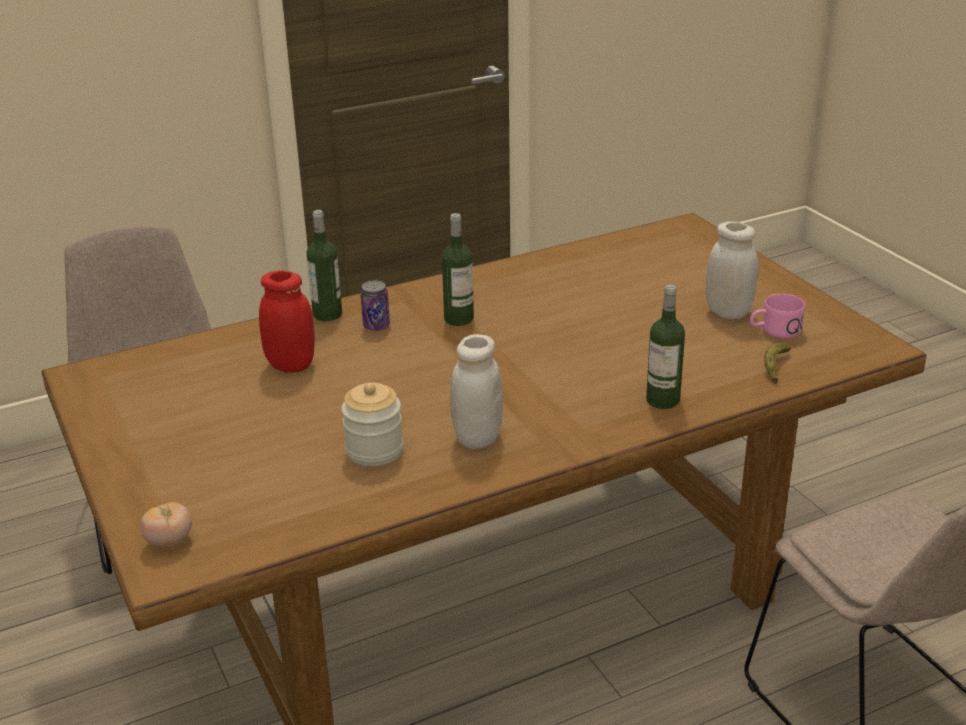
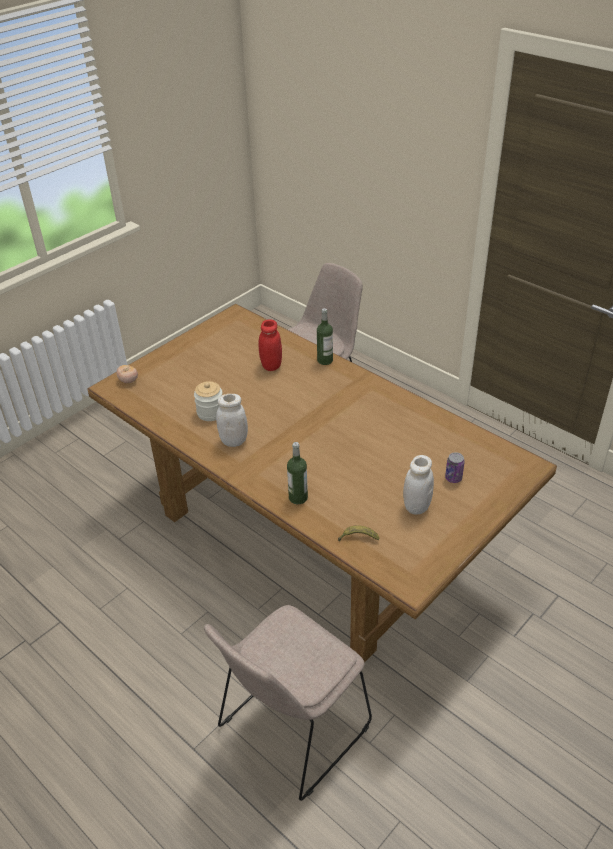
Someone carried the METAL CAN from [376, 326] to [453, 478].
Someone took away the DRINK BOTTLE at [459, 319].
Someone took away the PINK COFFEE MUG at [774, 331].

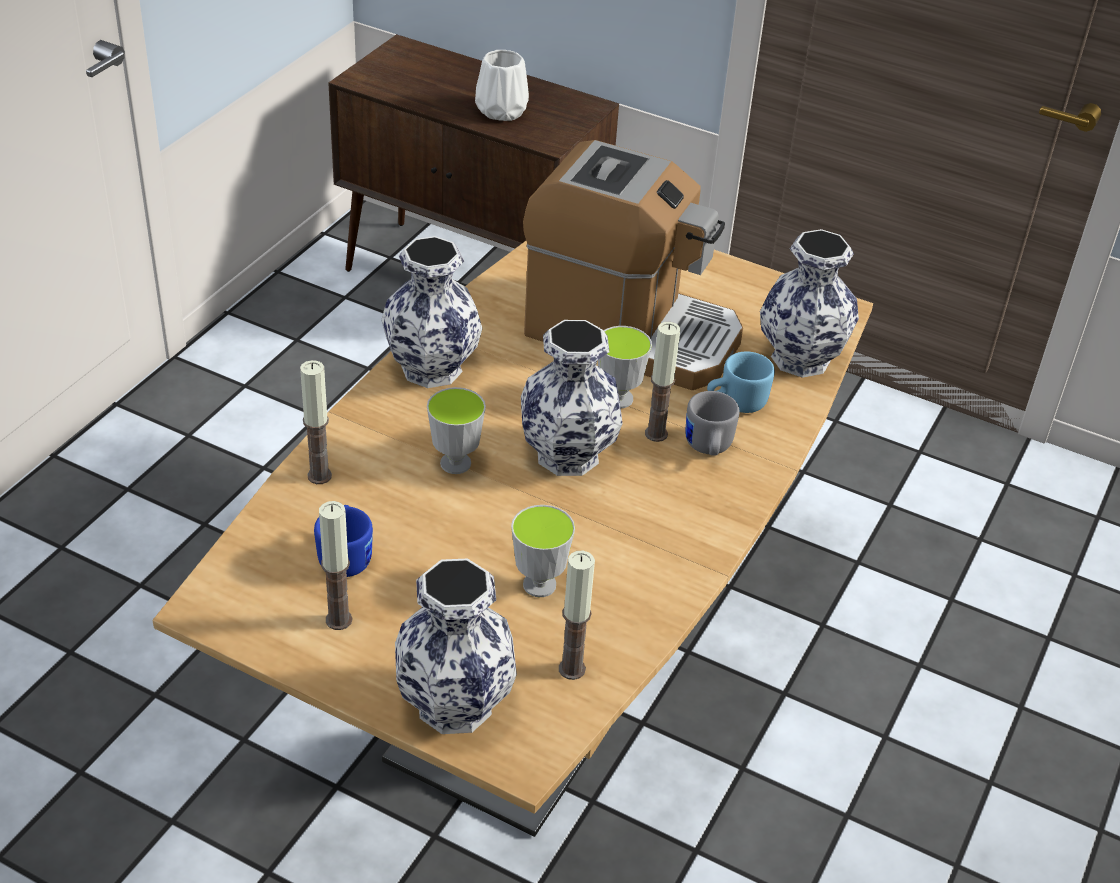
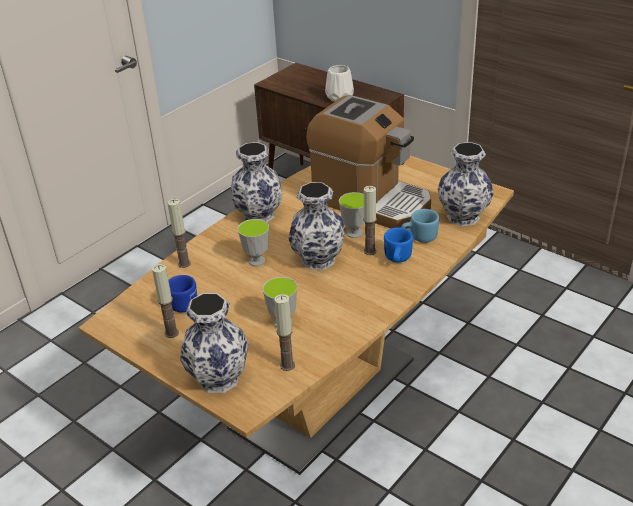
Someone repainted the GREYISH COFFEE MUG at [708, 448], which became the BLUE-COLOURED COFFEE MUG at [397, 259].

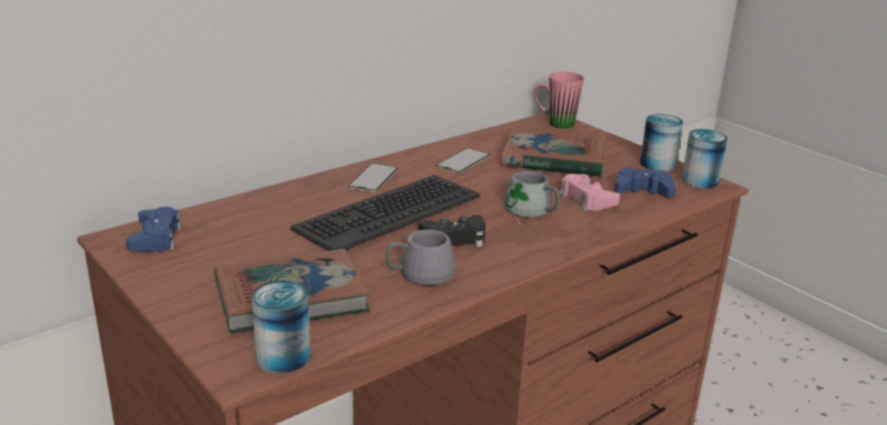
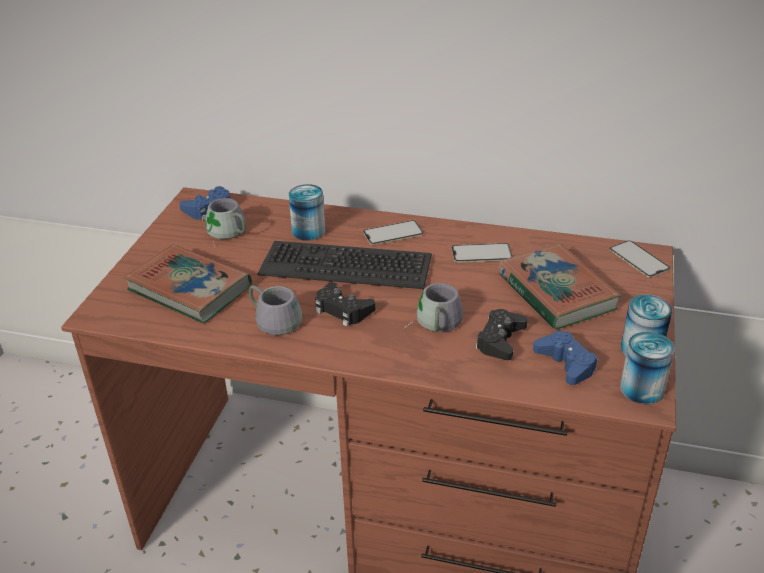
Someone carried the METAL CAN from [283, 356] to [308, 231].
Someone swapped the PINK COFFEE MUG at [554, 123] for the PHONE at [639, 259].
Someone repainted the PINK GAMEPAD at [586, 199], which became the BLACK-COLOURED GAMEPAD at [500, 340].
Someone put down the GREYISH COFFEE MUG at [226, 233].

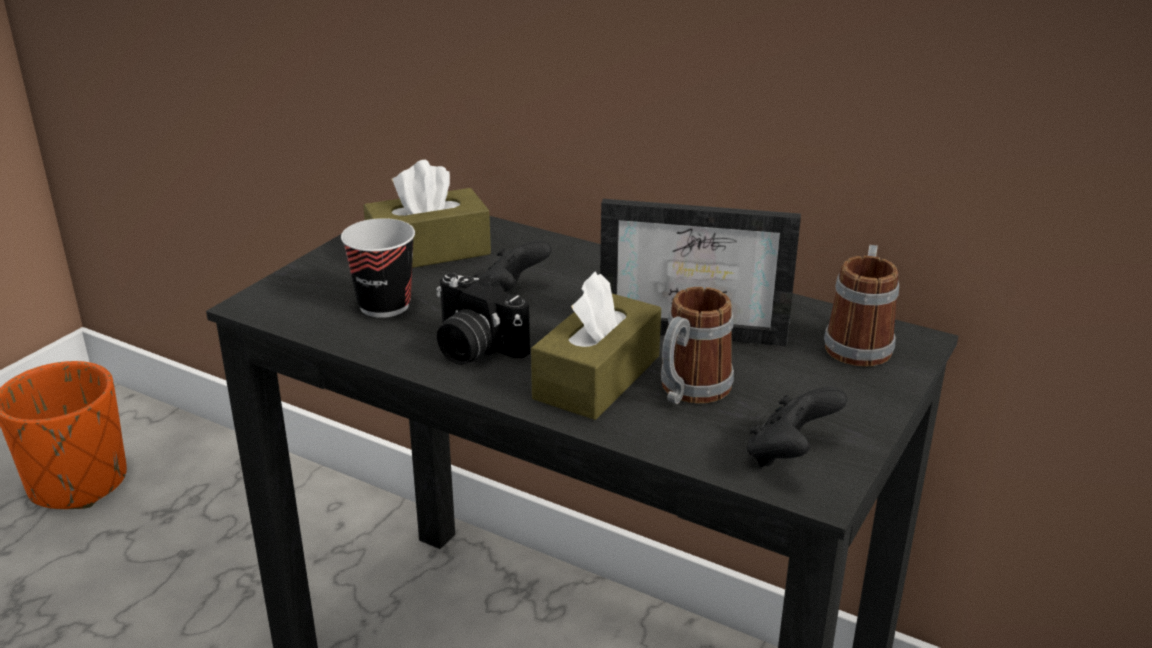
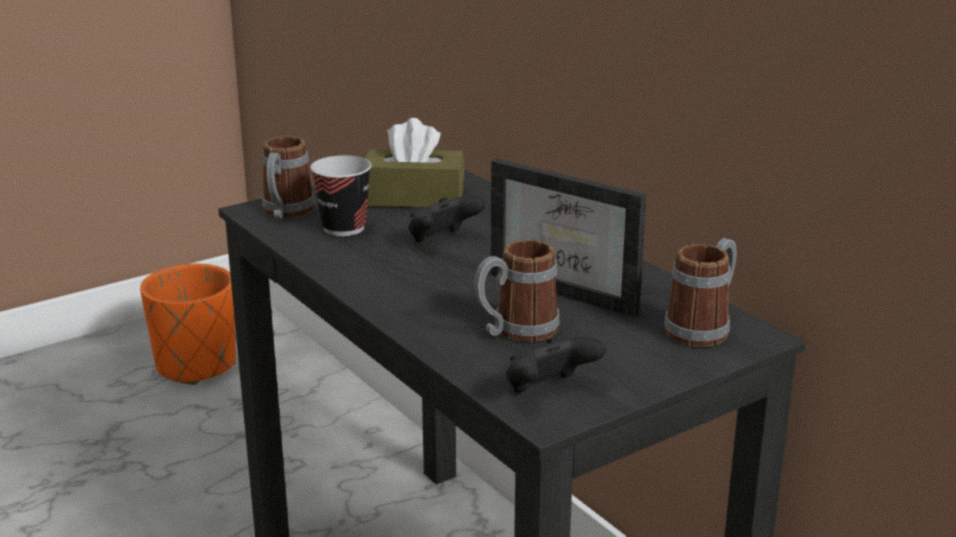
Someone took away the PHOTO CAMERA at [473, 348].
Someone took away the BROWN BOX OF TISSUES at [597, 377].
Someone put down the COFFEE MUG at [285, 213].

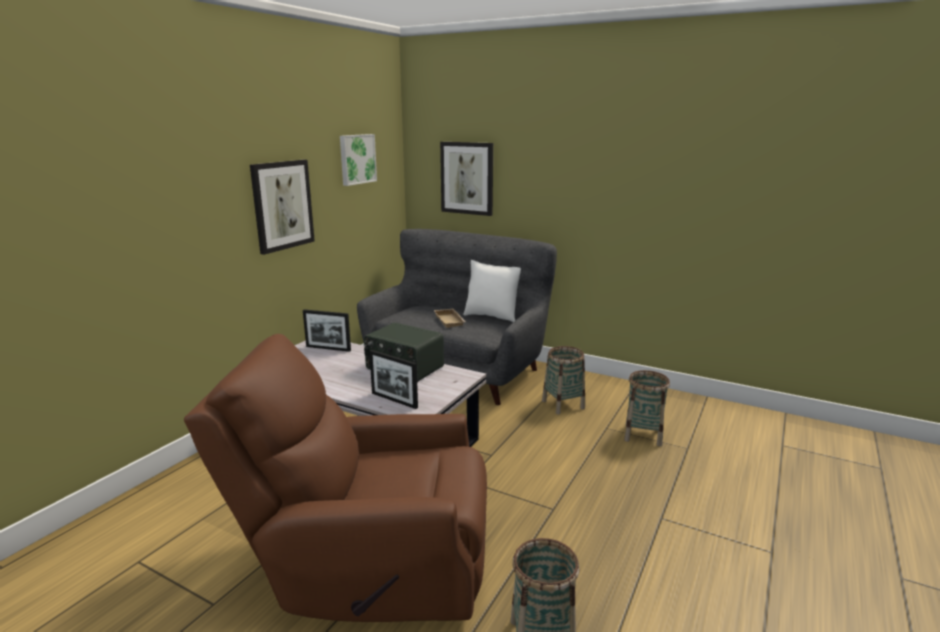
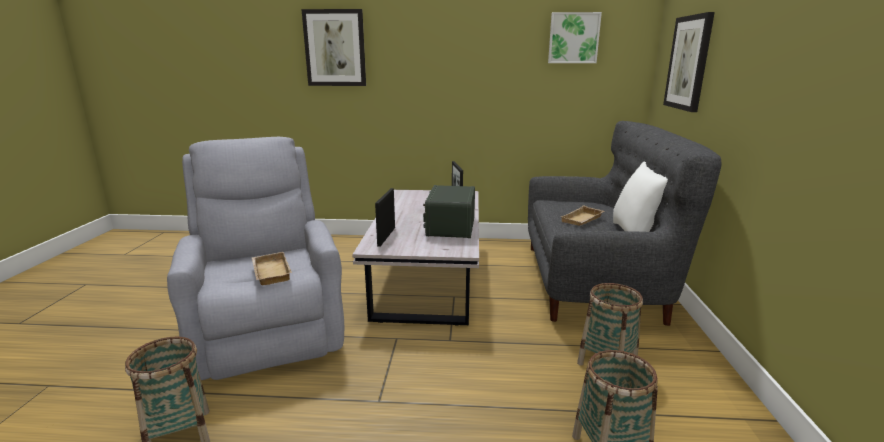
Someone repainted the BROWN ARMCHAIR at [367, 563], which became the GREYISH ARMCHAIR at [267, 324].
Someone carried the WALL PICTURE from [282, 205] to [335, 48].
Someone put down the BEIGE TRAY at [269, 272].

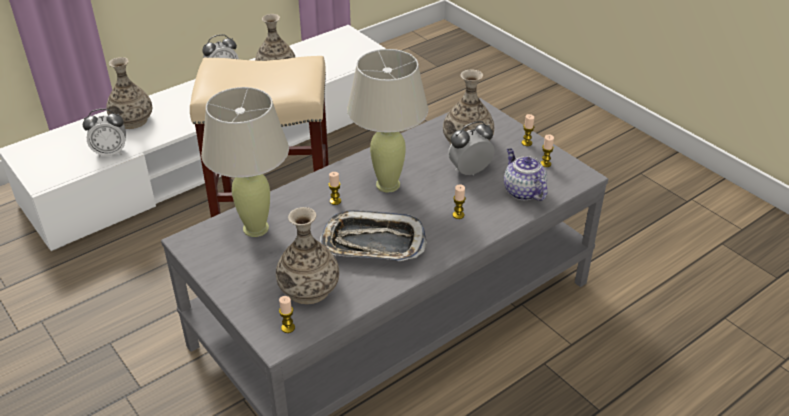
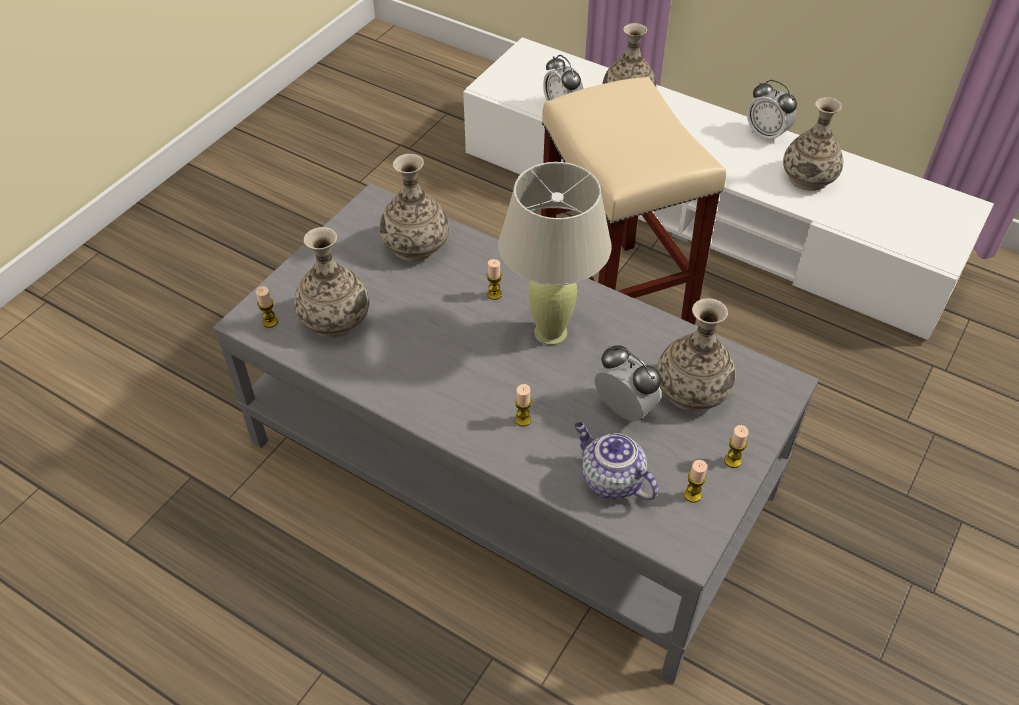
Someone swapped the BEIGE LAMP FOR A TABLE at [255, 228] for the FLOWER VASE at [415, 244].
Someone took away the TRAY at [373, 243].
Someone rotated the TEAPOT at [522, 191] by 90 degrees counterclockwise.

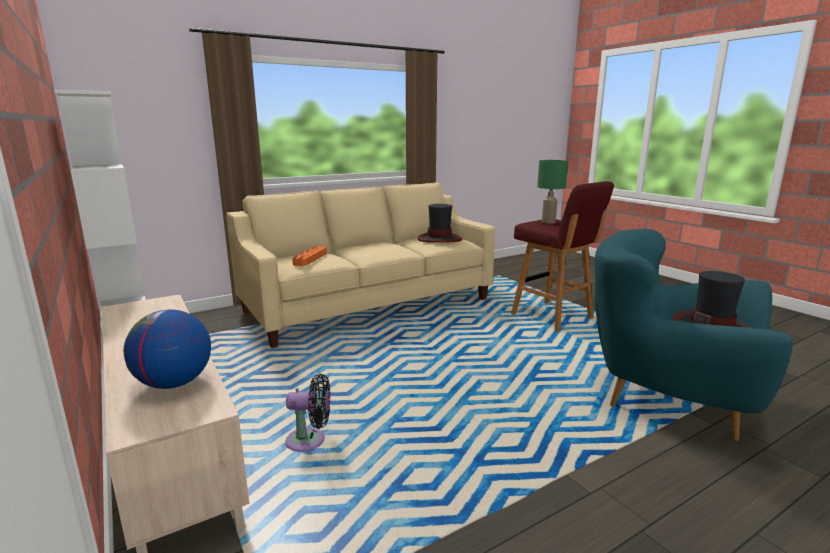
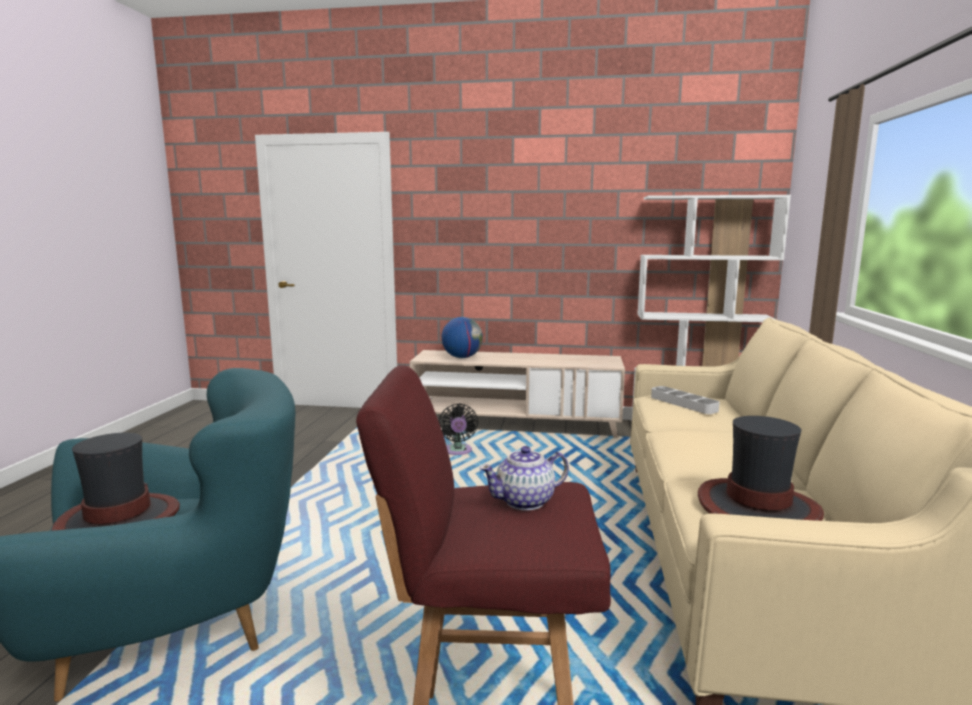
Someone rotated the BLACK-COLOURED COOLING FAN at [310, 440] by 45 degrees counterclockwise.
Someone repainted the ORANGE TRAY at [310, 259], which became the GREYISH TRAY at [683, 404].
Someone swapped the GREEN-COLOURED LAMP FOR A TABLE at [548, 222] for the TEAPOT at [525, 501].

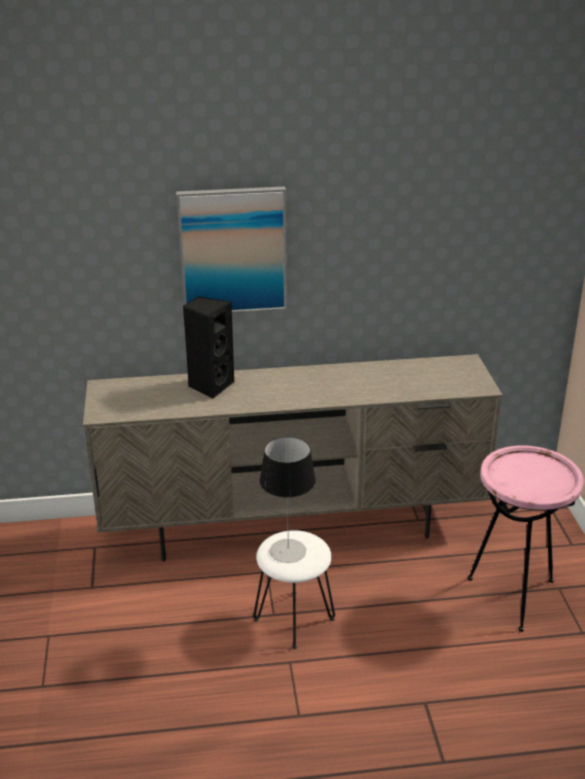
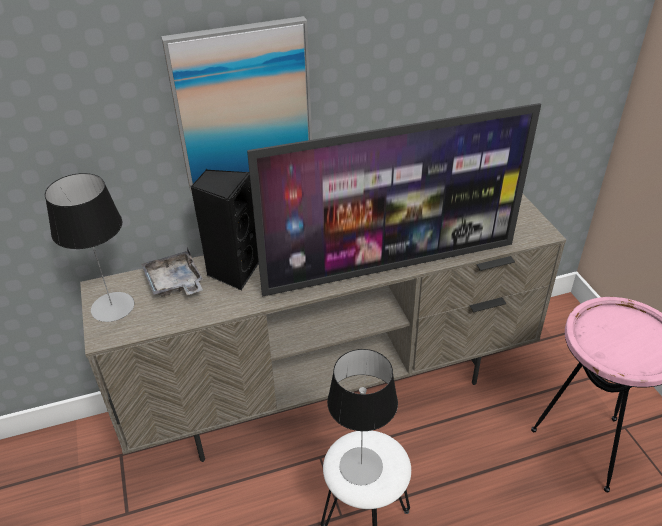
Someone put down the LAMP FOR A TABLE at [112, 307].
Someone put down the GREYISH TRAY at [175, 283].
Someone put down the TV at [390, 266].

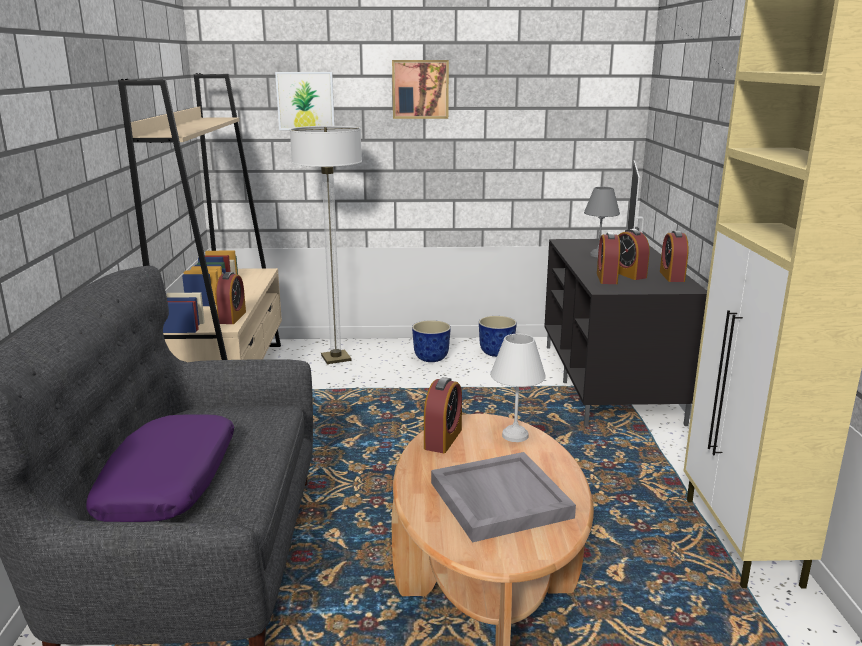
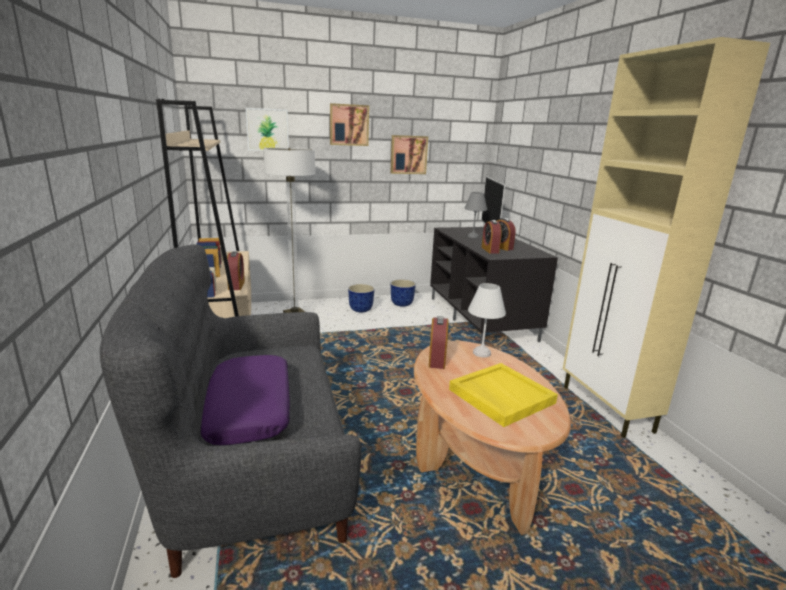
Someone repainted the GREYISH TRAY at [498, 499], which became the YELLOW TRAY at [500, 396].
Someone took away the ALARM CLOCK at [672, 276].
Someone put up the WALL PICTURE at [408, 154].

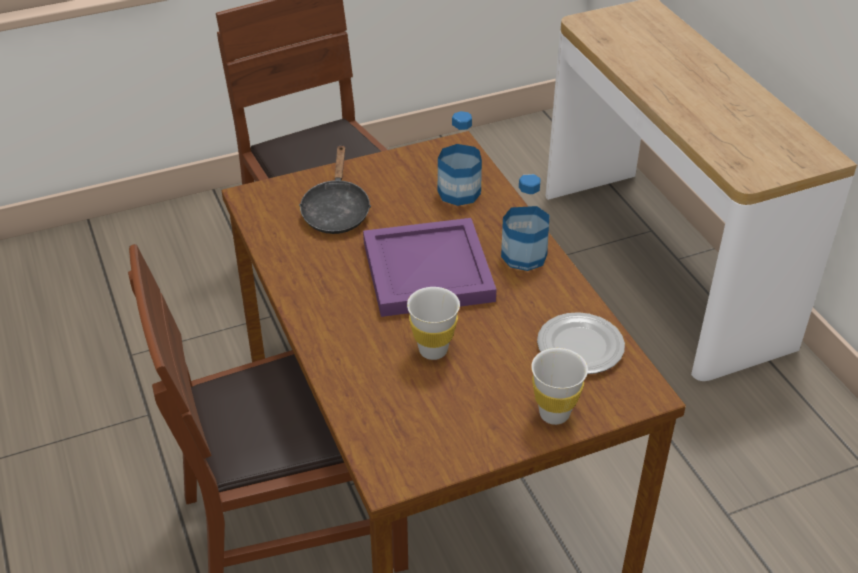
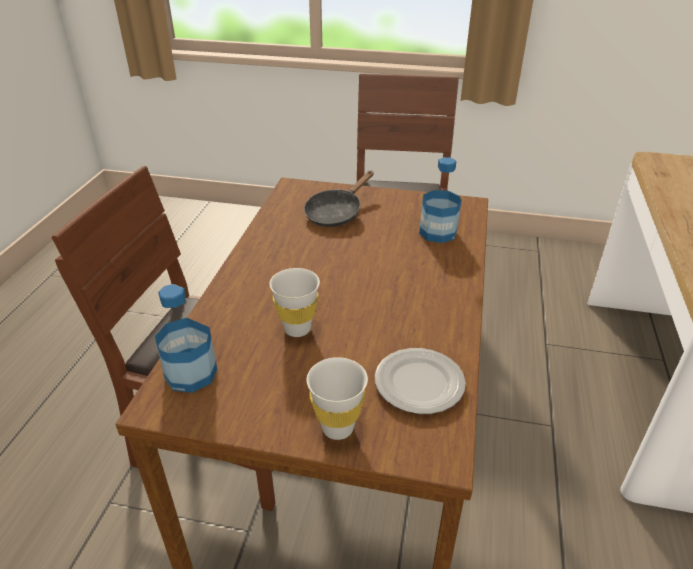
Someone took away the PURPLISH TRAY at [426, 273].
Someone carried the DRINK BOTTLE from [524, 255] to [191, 374].

